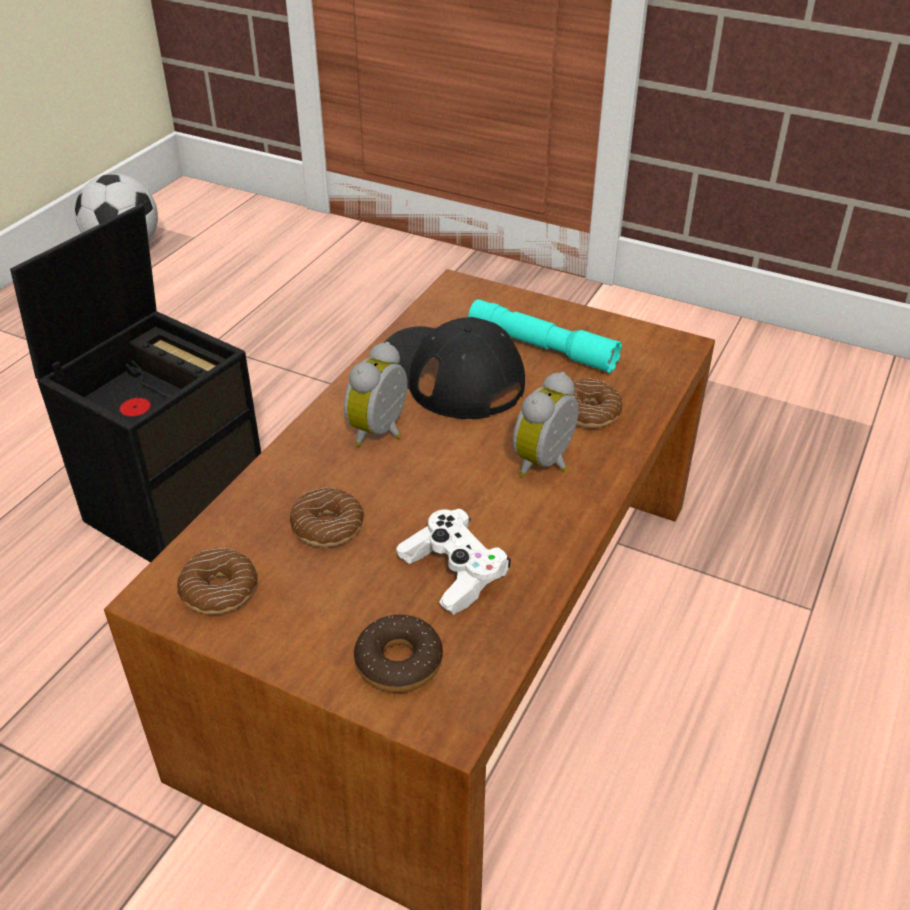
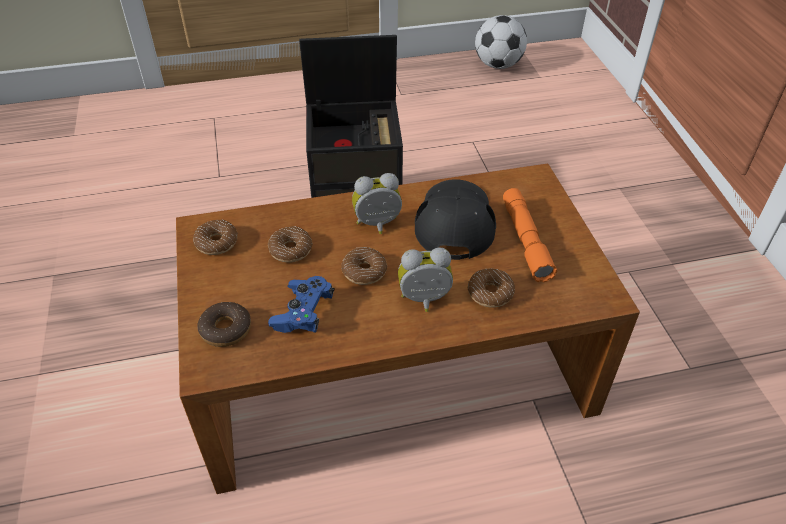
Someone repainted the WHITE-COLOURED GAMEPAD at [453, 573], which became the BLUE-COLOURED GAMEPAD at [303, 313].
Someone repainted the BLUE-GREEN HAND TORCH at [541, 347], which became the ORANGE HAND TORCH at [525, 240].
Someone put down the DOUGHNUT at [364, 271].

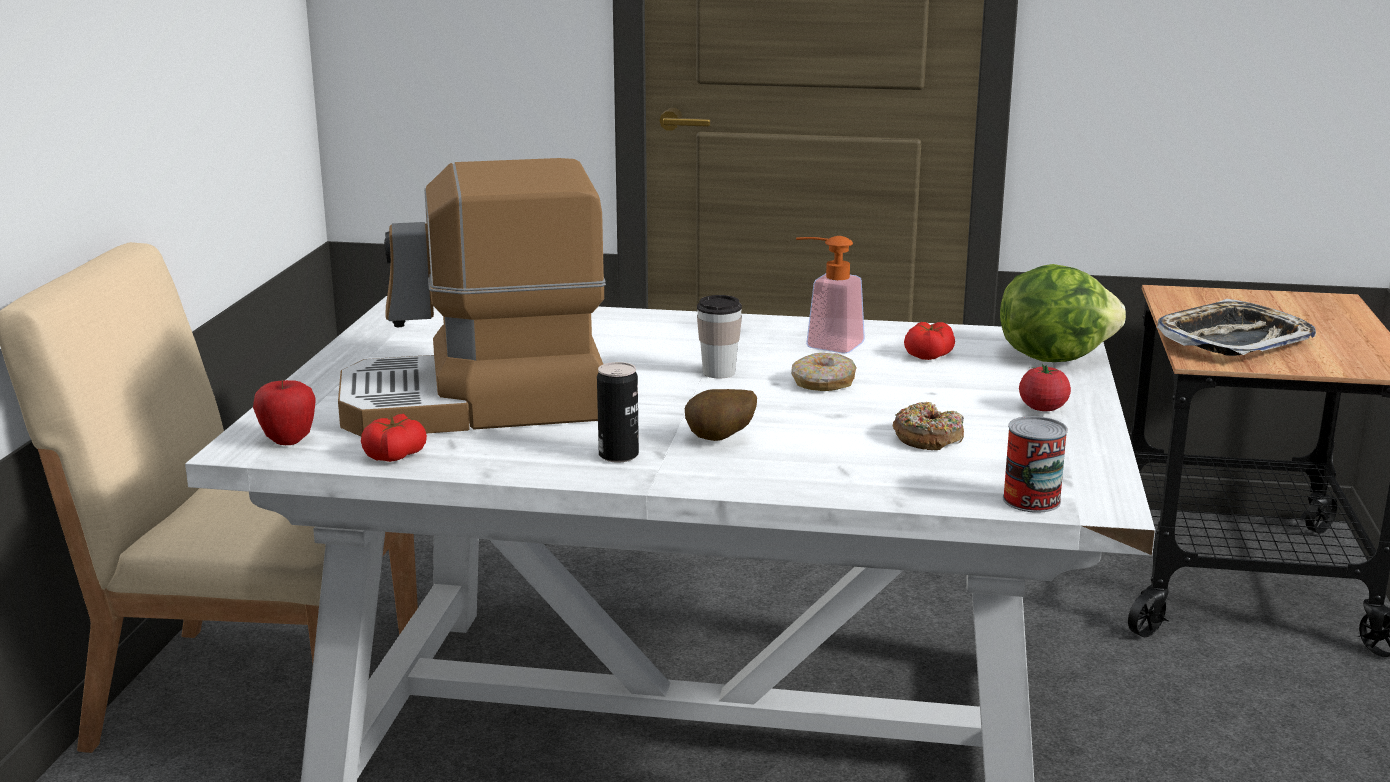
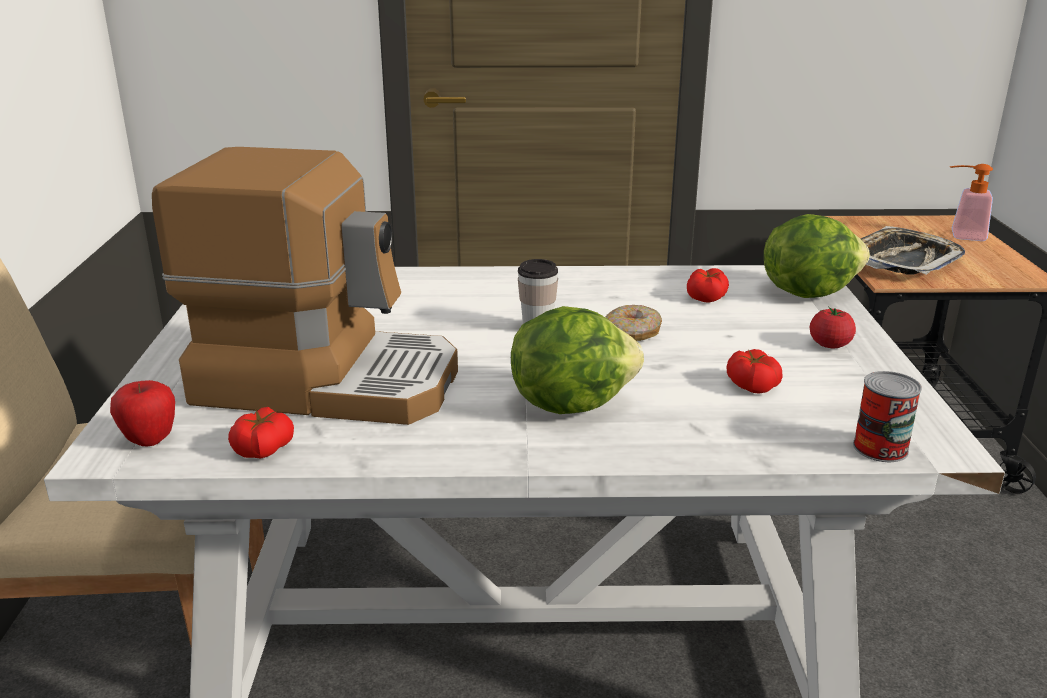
Someone rotated the COFFEE BREWER at [476, 404] by 150 degrees counterclockwise.
Someone took away the METAL CAN at [618, 455].
Someone swapped the WHOLE POTATO at [720, 440] for the LETTUCE at [570, 403].
Someone carried the SOAP BOTTLE from [825, 344] to [960, 235].
Someone swapped the DOUGHNUT at [927, 438] for the FRESH TOMATO at [751, 385].

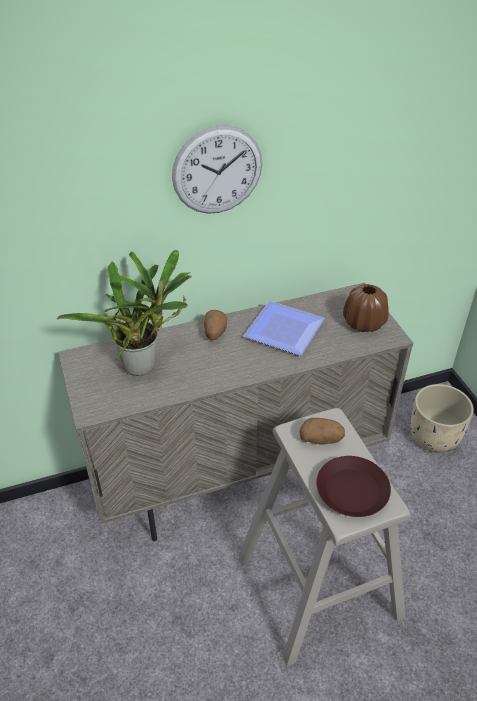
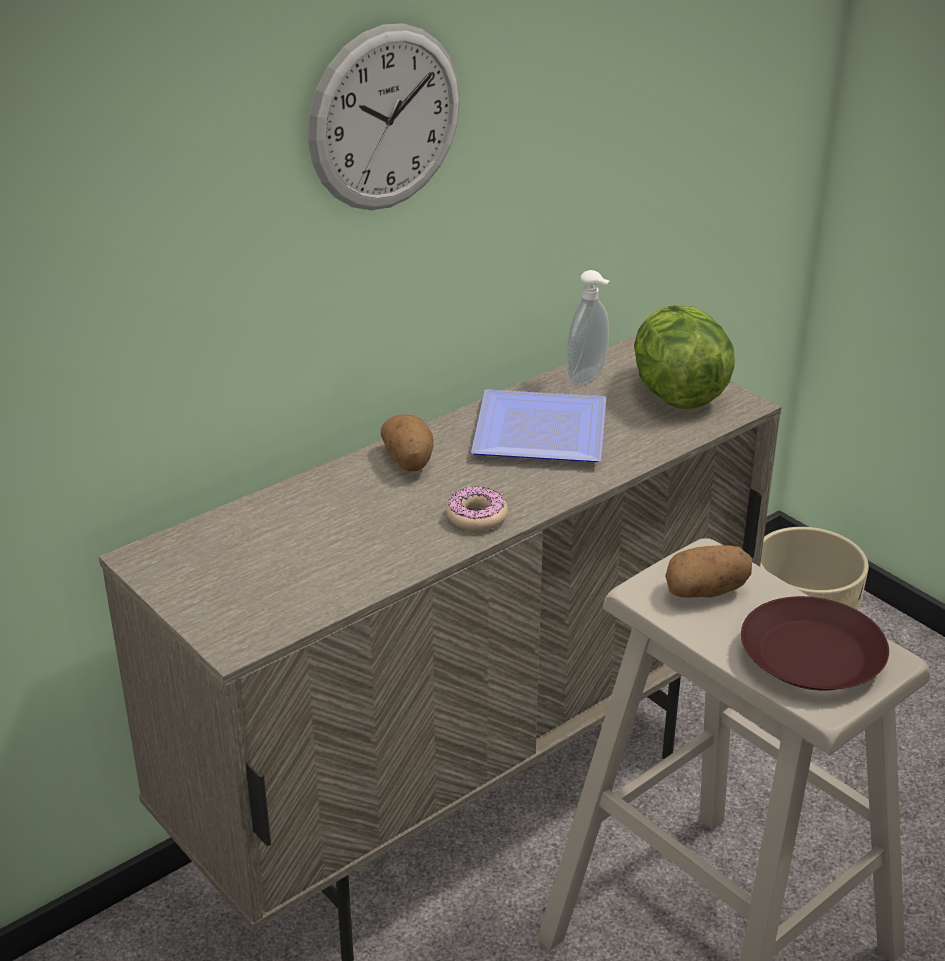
Someone took away the POTTED PLANT at [144, 365].
Someone swapped the BROWN FLOWER VASE at [363, 323] for the LETTUCE at [677, 393].
Someone put down the DOUGHNUT at [477, 517].
Someone put down the SOAP BOTTLE at [589, 378].

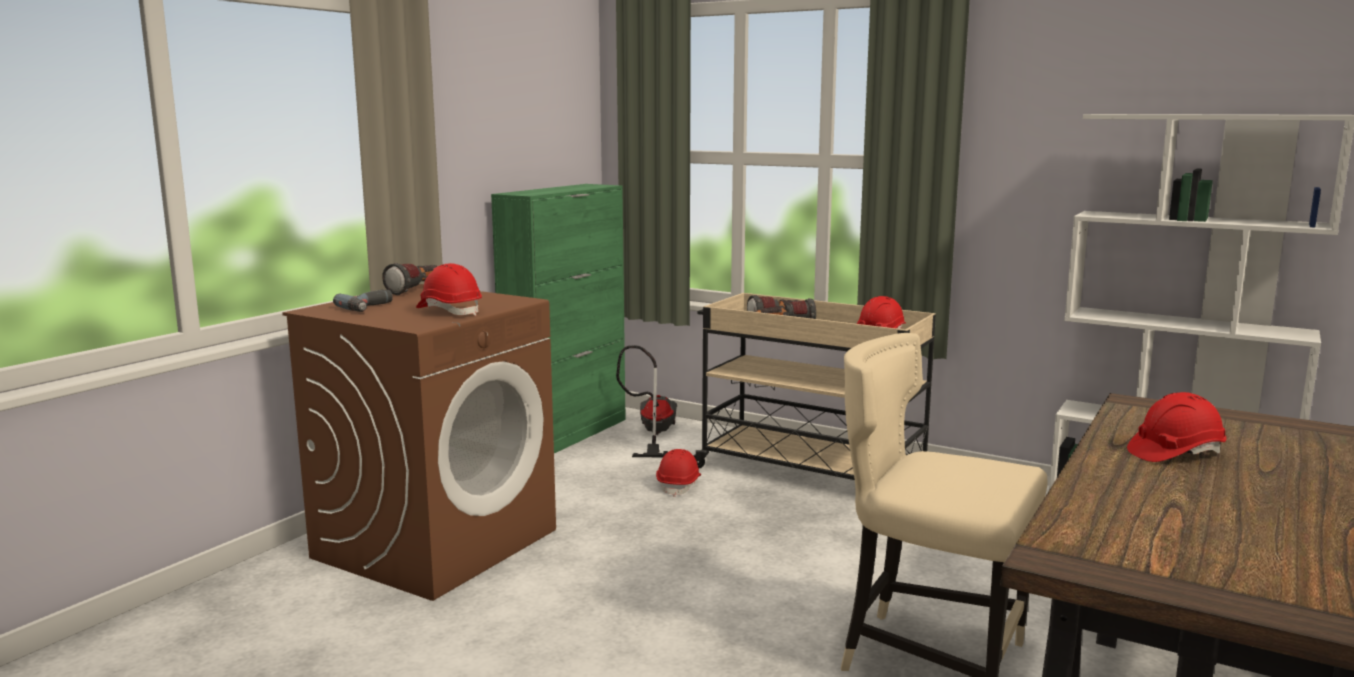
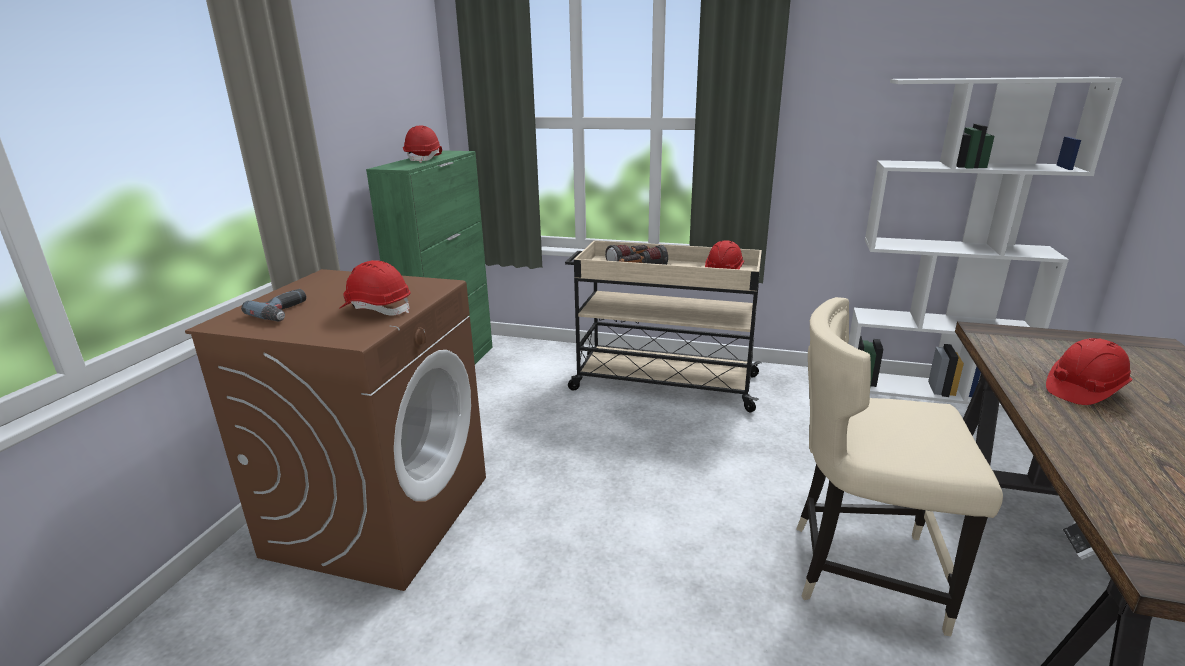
Someone took away the HAND TORCH at [416, 290].
Someone took away the VACUUM at [652, 434].
Someone carried the REDDISH SAFETY HELMET from [679, 485] to [424, 159].

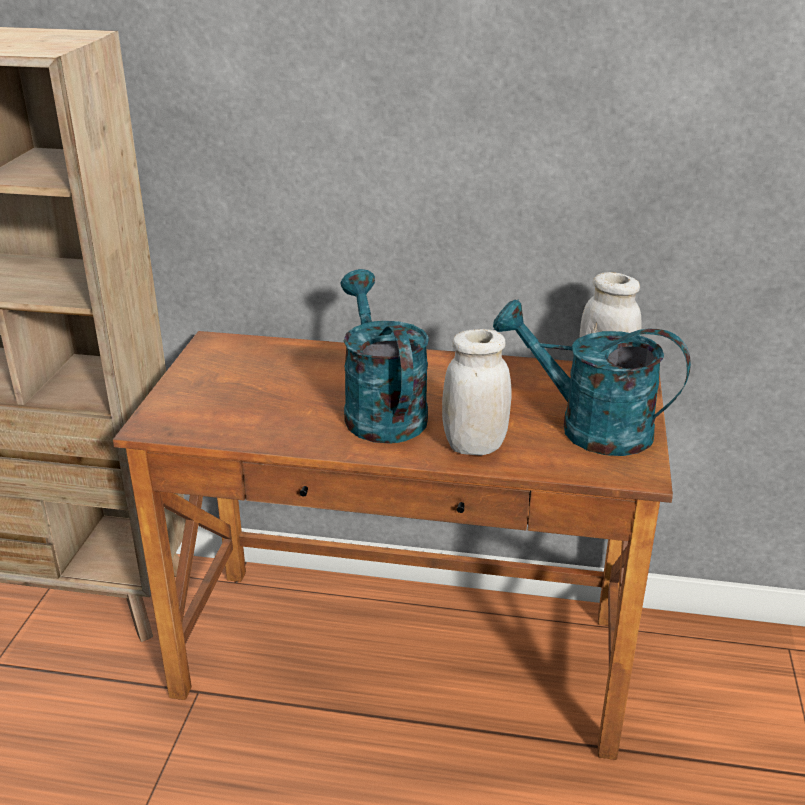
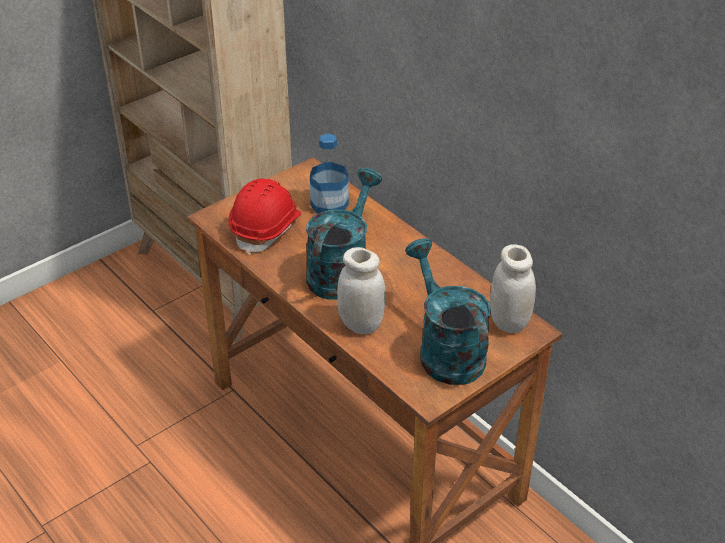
Someone put down the REDDISH SAFETY HELMET at [266, 229].
Someone put down the DRINK BOTTLE at [329, 204].

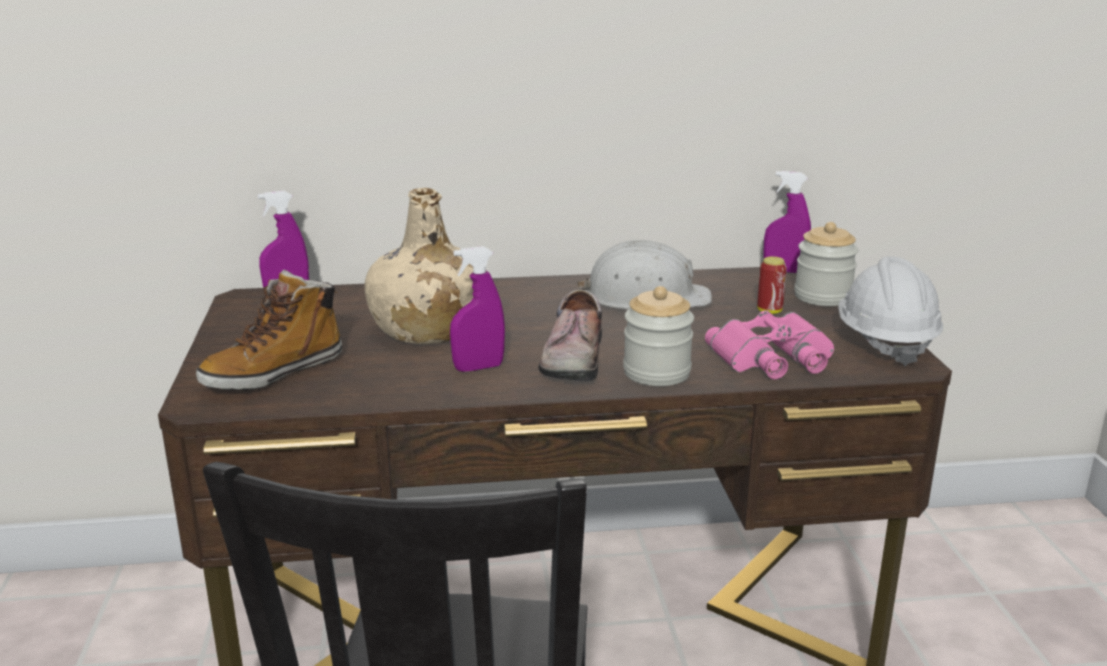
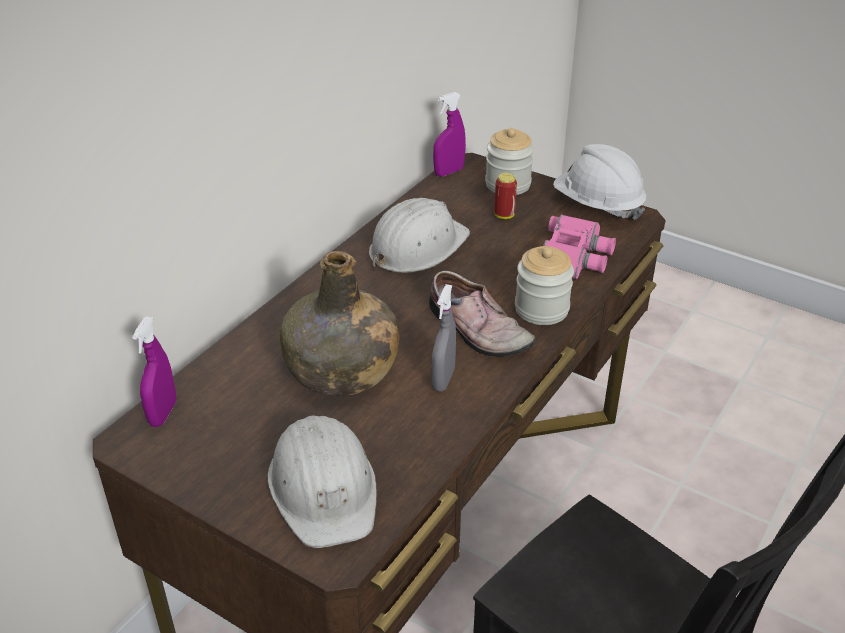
Someone swapped the BOOT at [274, 372] for the WHITE-COLOURED SAFETY HELMET at [324, 488].
Someone repainted the BEIGE DRINK BOTTLE at [427, 329], which became the GREEN-COLOURED DRINK BOTTLE at [341, 370].
Someone repainted the PURPLISH HAND SPRAYER at [478, 368], which became the GREYISH HAND SPRAYER at [443, 379].

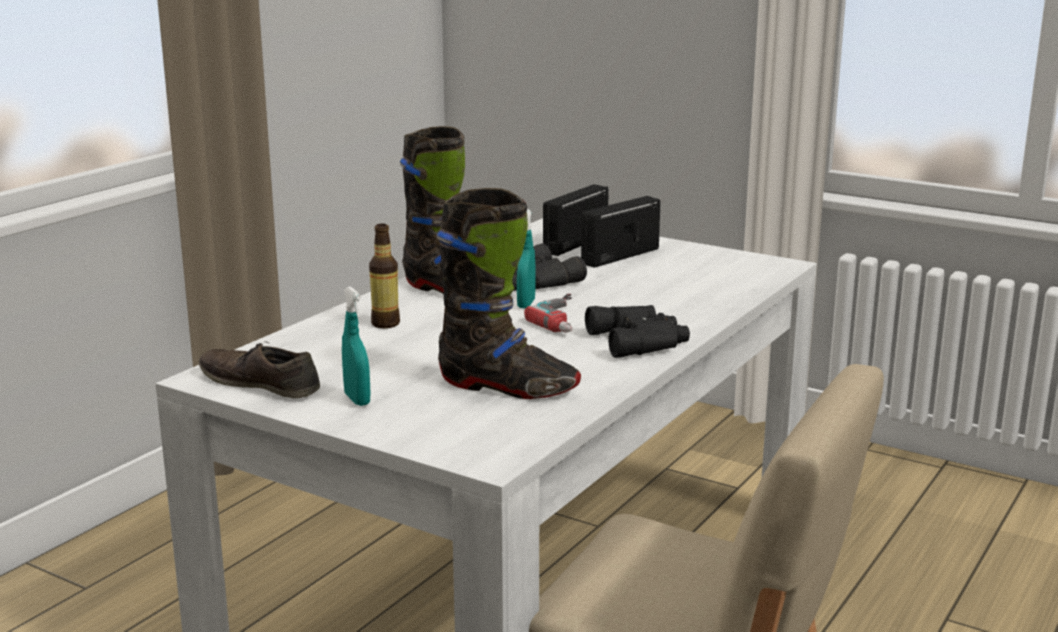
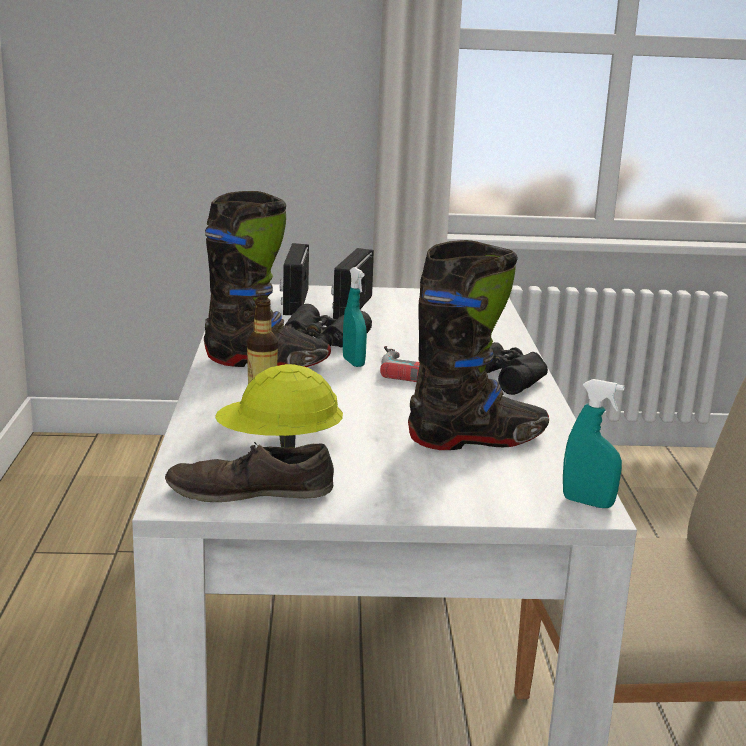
Someone carried the BLUE-GREEN HAND SPRAYER from [357, 399] to [587, 503].
Someone put down the YELLOW SAFETY HELMET at [279, 446].

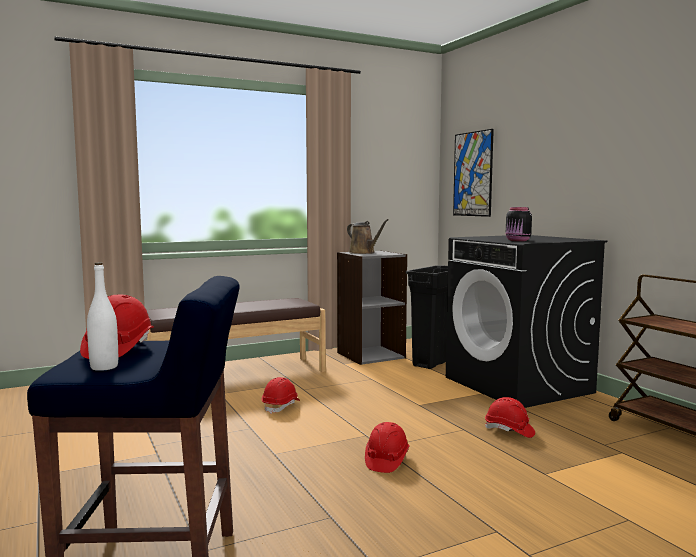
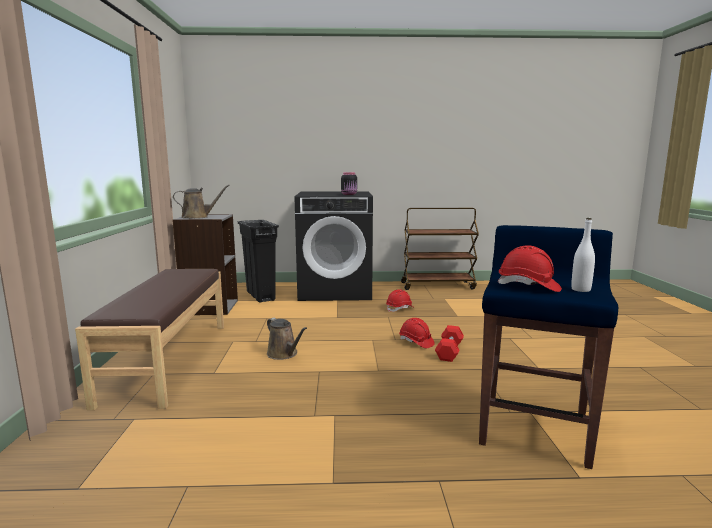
Someone swapped the REDDISH SAFETY HELMET at [281, 406] for the BROWN SPRINKLING CAN at [284, 354].
Someone took away the WALL PICTURE at [472, 174].
Someone put down the REDDISH HAND WEIGHT at [449, 351].

